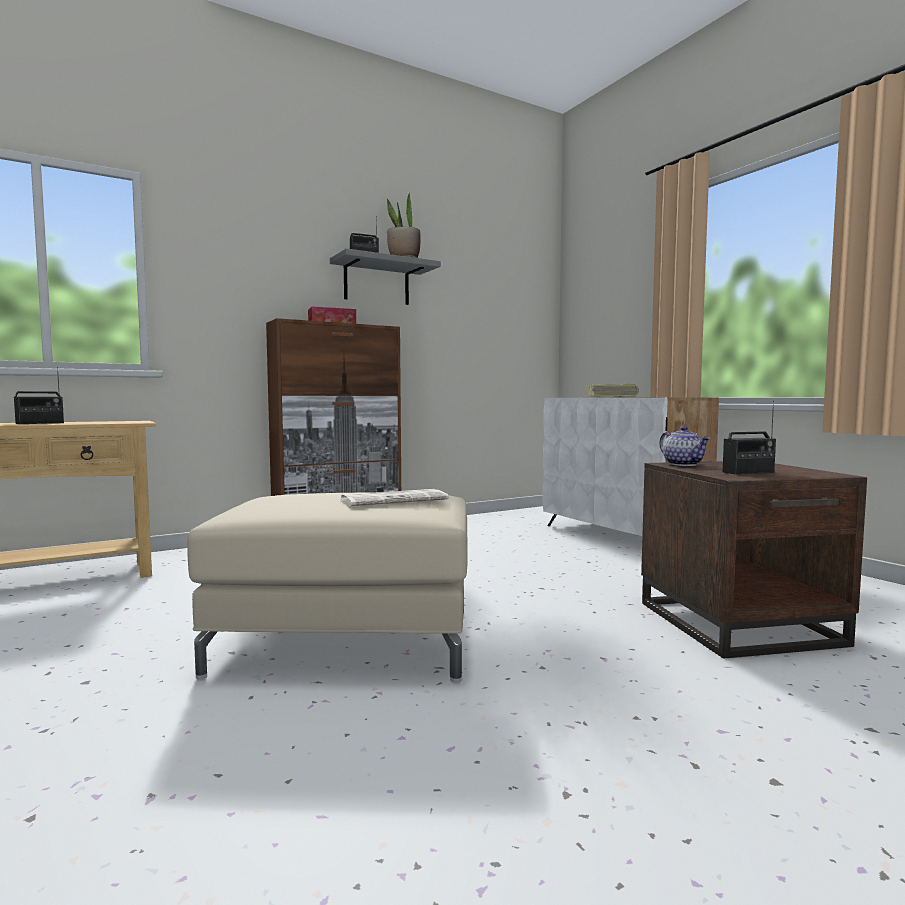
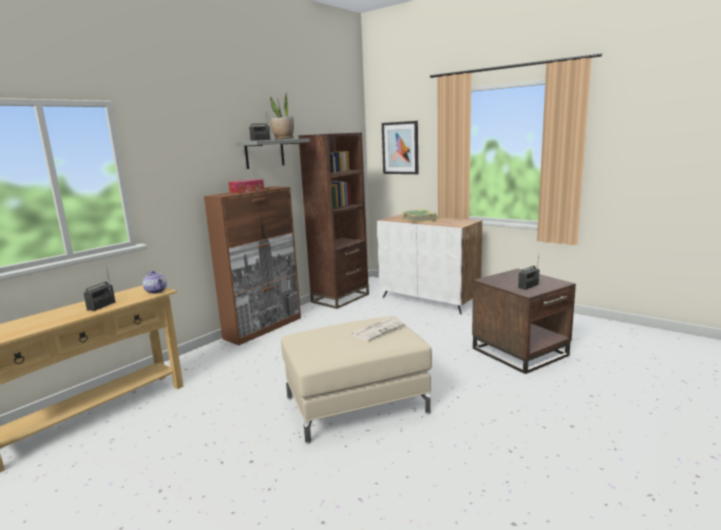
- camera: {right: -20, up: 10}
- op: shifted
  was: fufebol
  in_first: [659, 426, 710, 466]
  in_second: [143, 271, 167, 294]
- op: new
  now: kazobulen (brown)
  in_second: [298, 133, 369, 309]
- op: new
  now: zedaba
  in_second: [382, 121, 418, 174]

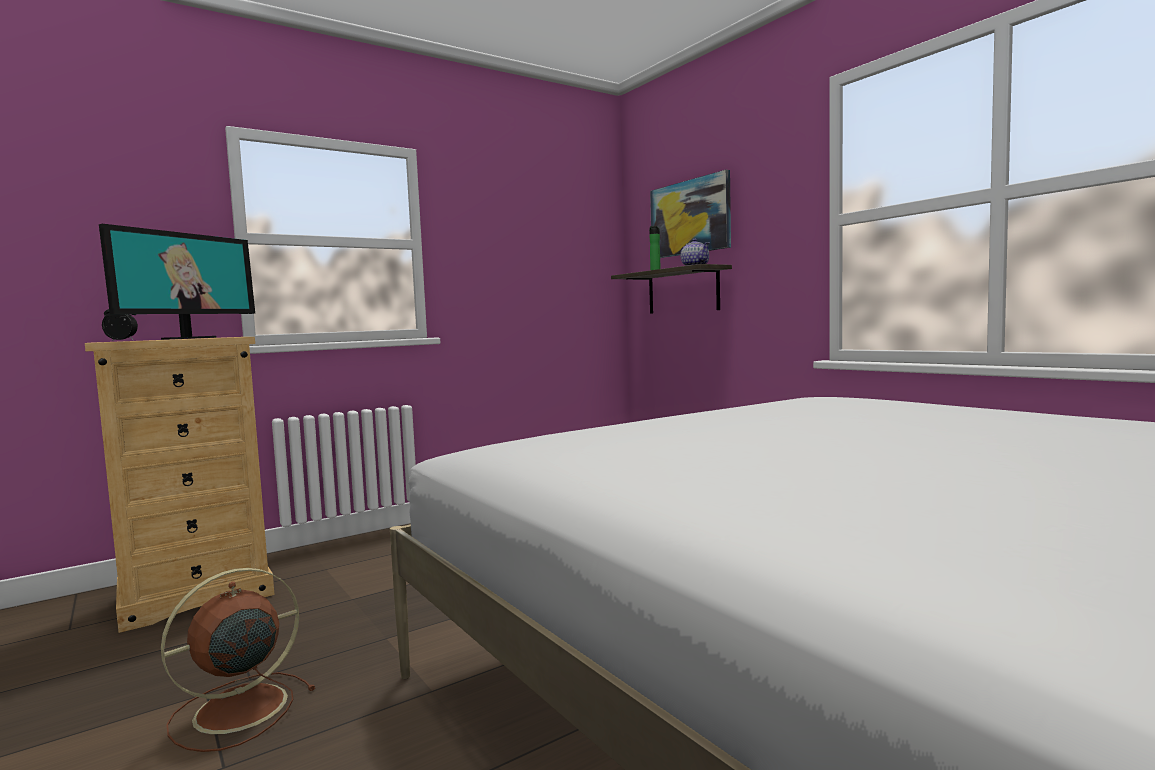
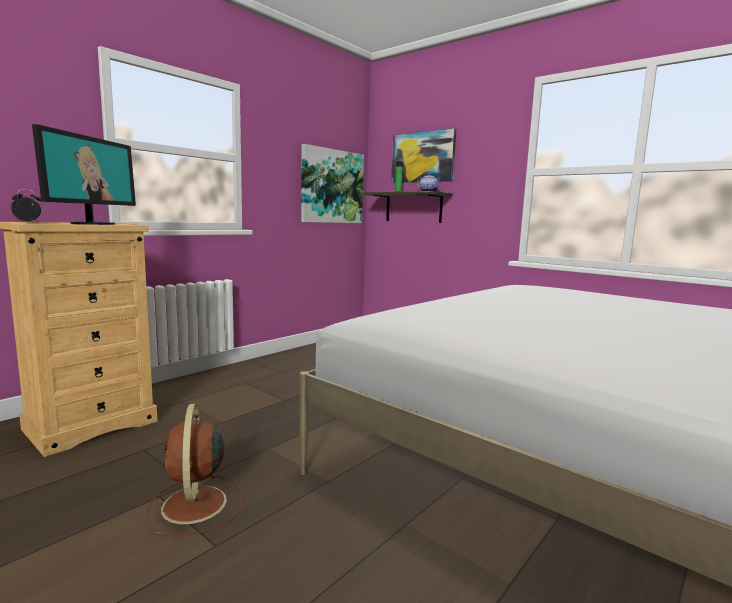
- camera: {right: -15, up: 5}
- op: rotated
  was: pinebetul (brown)
  in_first: [161, 568, 316, 752]
  in_second: [146, 404, 241, 536]
  clockwise: -45
- op: new
  now: zedaba
  in_second: [301, 144, 364, 223]

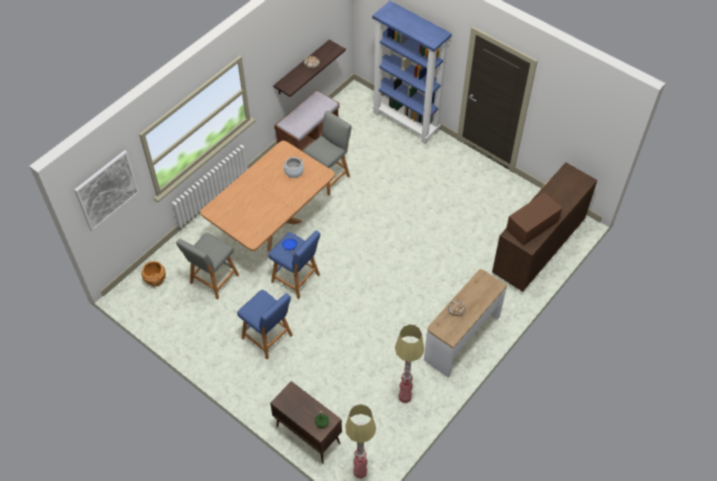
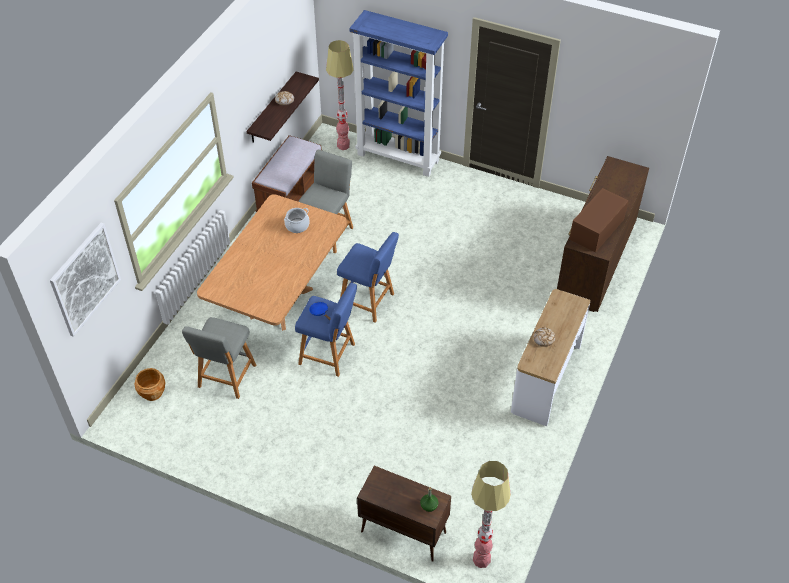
- camera: {right: -15, up: -5}
- op: shifted
  was: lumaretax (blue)
  in_first: [237, 290, 293, 359]
  in_second: [337, 232, 399, 323]
- op: shifted
  was: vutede
  in_first: [395, 325, 424, 403]
  in_second: [326, 40, 353, 150]

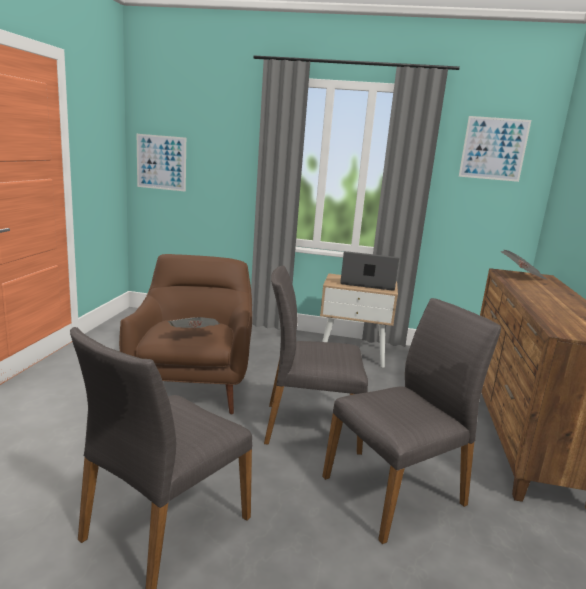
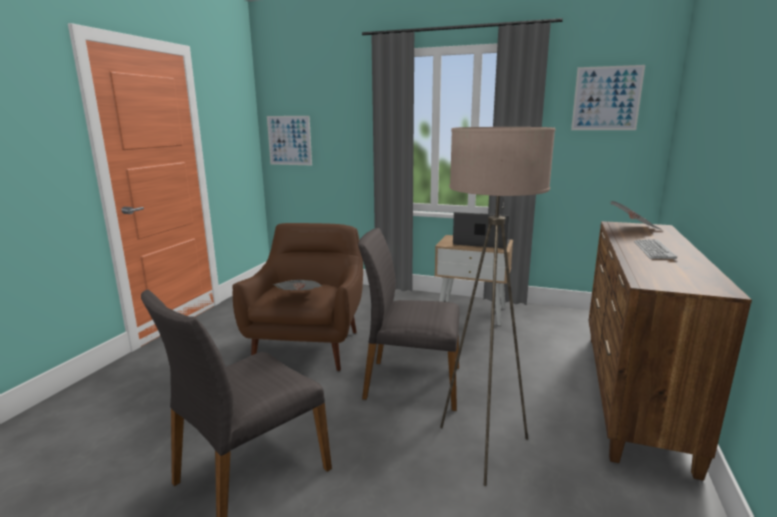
- camera: {right: 10, up: 0}
- op: swapped
  was: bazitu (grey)
  now: vutede (beige)
  in_first: [322, 298, 501, 544]
  in_second: [440, 127, 556, 486]
- op: new
  now: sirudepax
  in_second: [634, 239, 677, 259]

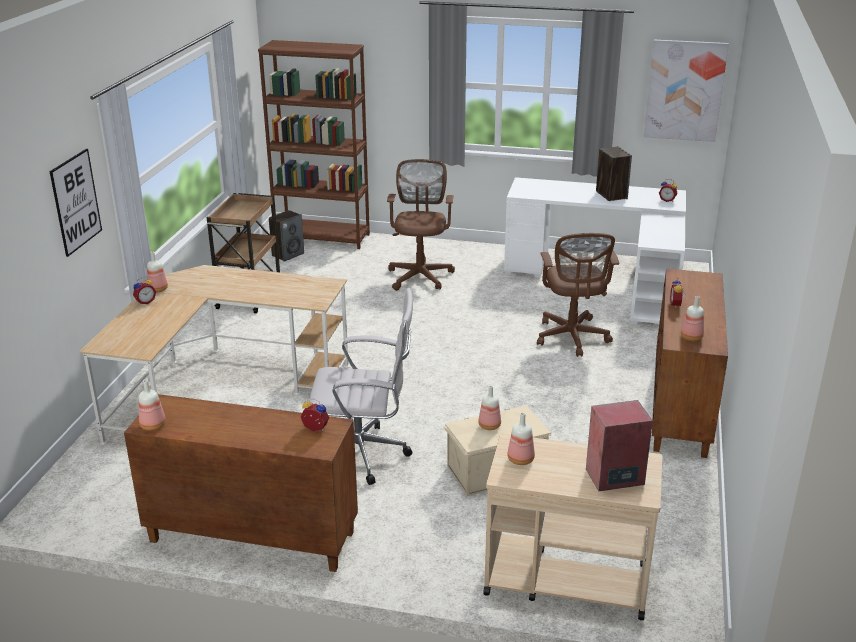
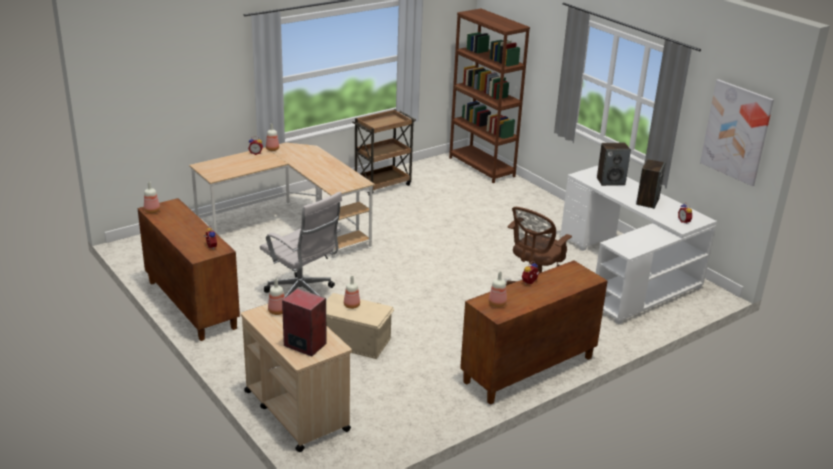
- camera: {right: 40, up: 0}
- op: gone
  was: zedaba
  in_first: [49, 149, 102, 257]
- op: shifted
  was: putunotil
  in_first: [269, 210, 304, 262]
  in_second: [597, 143, 631, 186]
- op: gone
  was: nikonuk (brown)
  in_first: [387, 159, 455, 291]

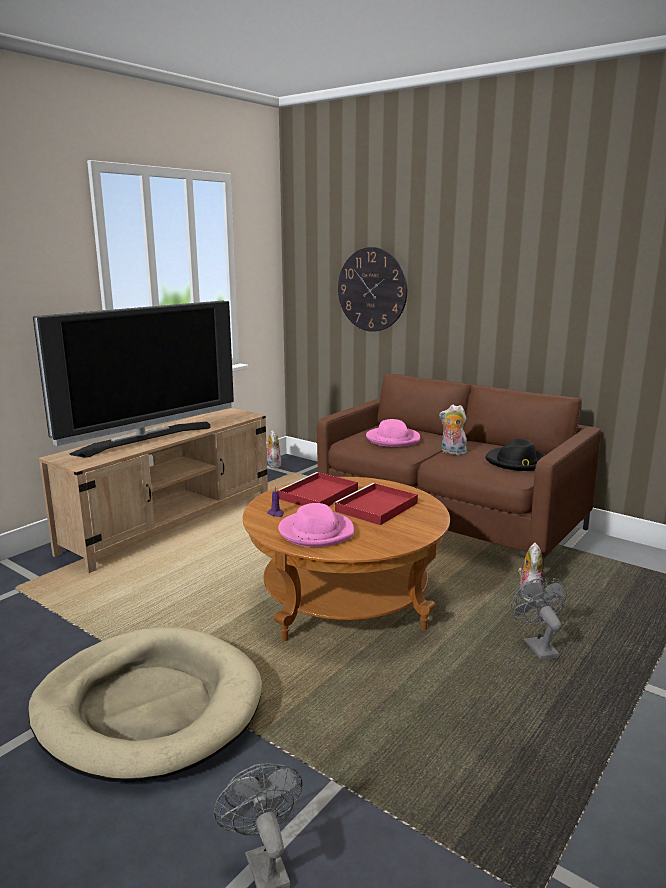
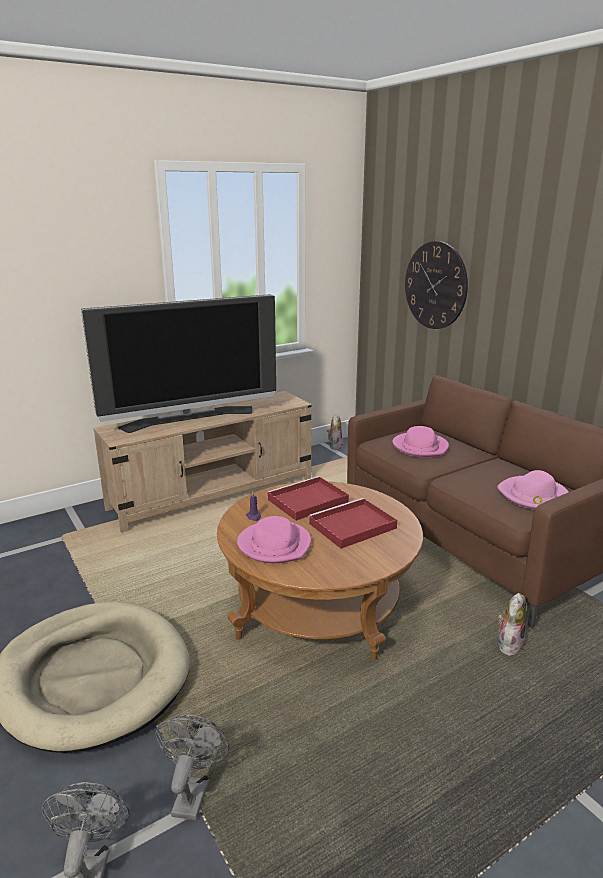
- camera: {right: 20, up: 5}
- op: gone
  was: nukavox
  in_first: [439, 405, 467, 455]
- op: repainted
  was: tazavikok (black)
  now: tazavikok (pink)
  in_first: [485, 439, 546, 471]
  in_second: [497, 470, 569, 510]
- op: shifted
  was: pinebetul (grey)
  in_first: [511, 577, 567, 660]
  in_second: [156, 714, 229, 820]

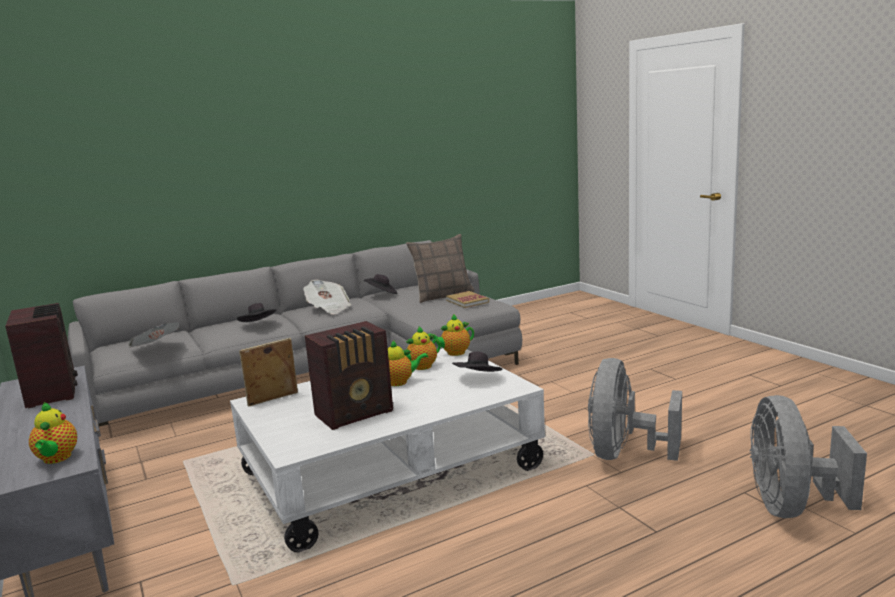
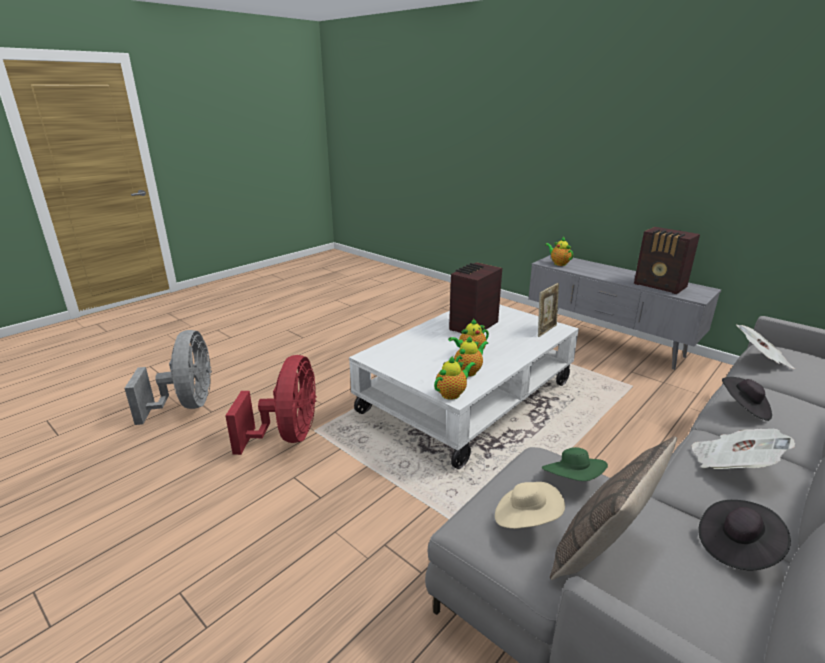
- camera: {right: 160, up: 10}
- op: swapped
  was: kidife
  now: tazavikok (beige)
  in_first: [446, 291, 489, 308]
  in_second: [495, 482, 565, 529]
- op: gone
  was: tazavikok (black)
  in_first: [452, 351, 502, 372]
- op: repainted
  was: pinebetul (grey)
  now: pinebetul (red)
  in_first: [588, 358, 682, 461]
  in_second: [225, 355, 316, 455]
- op: new
  now: tazavikok (green)
  in_second: [542, 447, 608, 481]

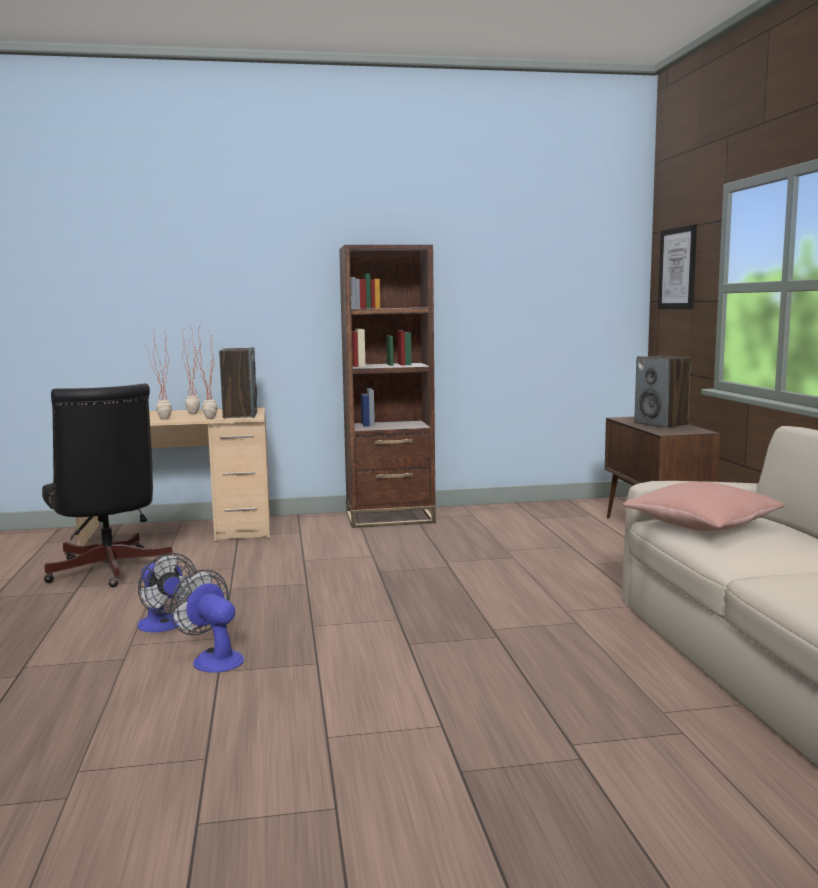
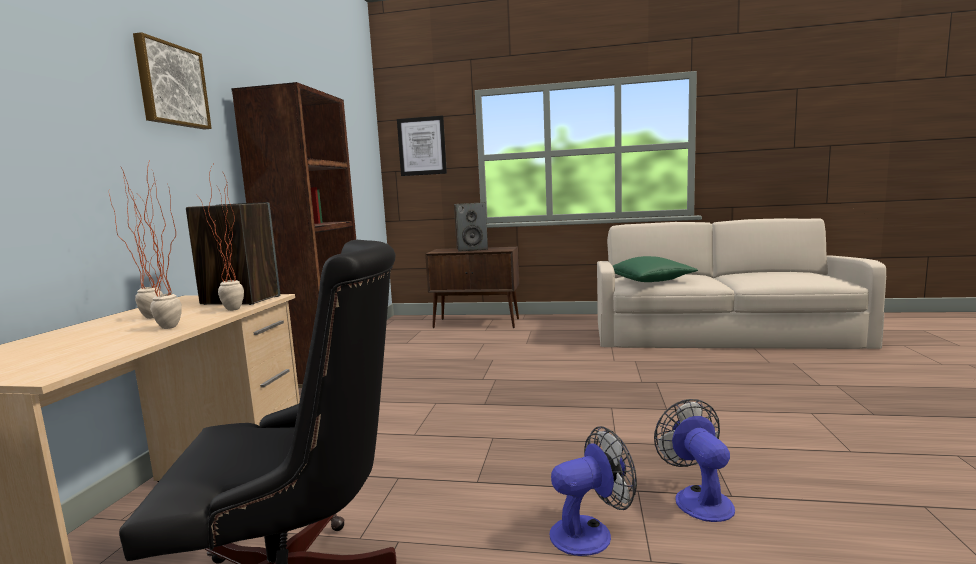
- camera: {right: -70, up: 0}
- op: rotated
  was: pinebetul
  in_first: [170, 569, 244, 673]
  in_second: [654, 399, 735, 522]
  clockwise: 105
- op: repainted
  was: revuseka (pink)
  now: revuseka (green)
  in_first: [623, 482, 786, 531]
  in_second: [613, 256, 698, 282]
- op: new
  now: zedaba
  in_second: [133, 32, 212, 129]

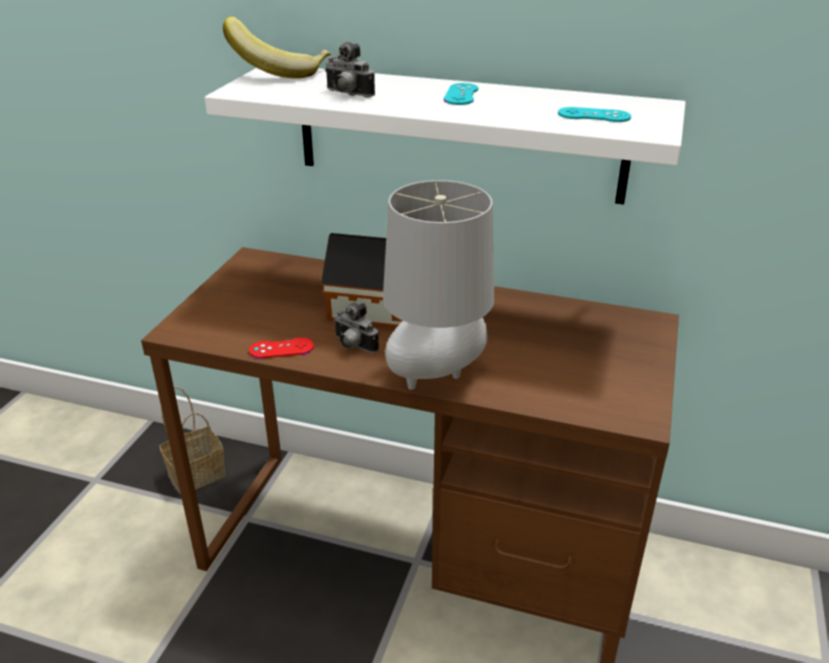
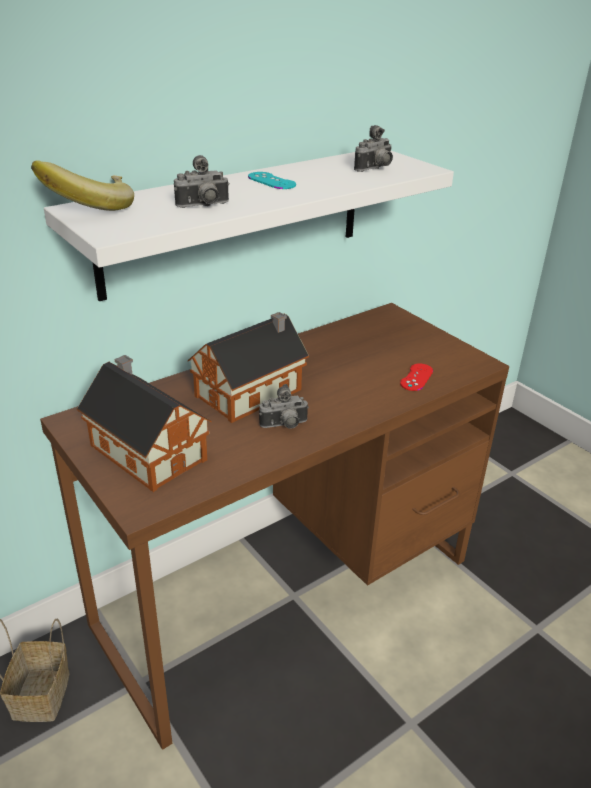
- camera: {right: -55, up: 0}
- op: shifted
  was: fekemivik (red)
  in_first: [249, 338, 314, 358]
  in_second: [400, 363, 433, 391]
- op: gone
  was: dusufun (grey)
  in_first: [383, 180, 494, 390]
- op: swapped
  was: fekemivik (turquoise)
  now: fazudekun
  in_first: [558, 107, 631, 122]
  in_second: [354, 125, 393, 172]
- op: new
  now: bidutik
  in_second: [77, 355, 211, 492]

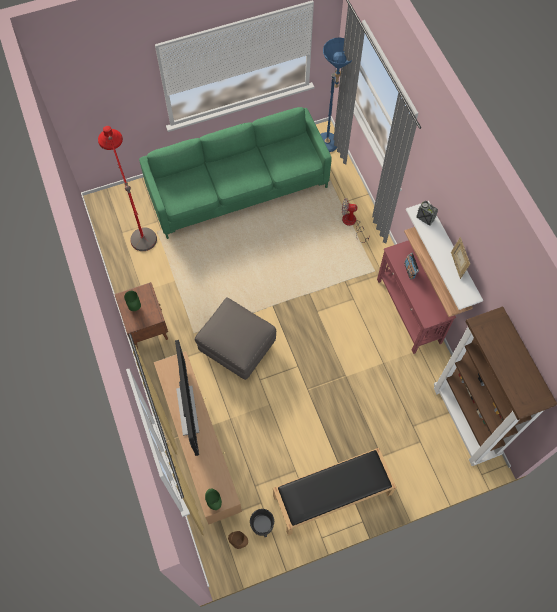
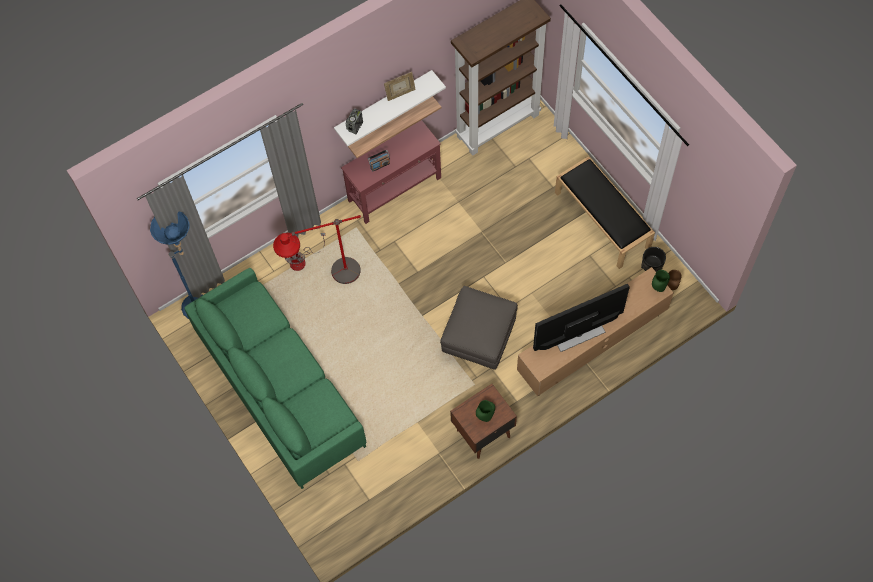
- camera: {right: -100, up: 0}
- op: shifted
  was: vutede (red)
  in_first: [98, 126, 157, 251]
  in_second: [273, 215, 361, 284]

